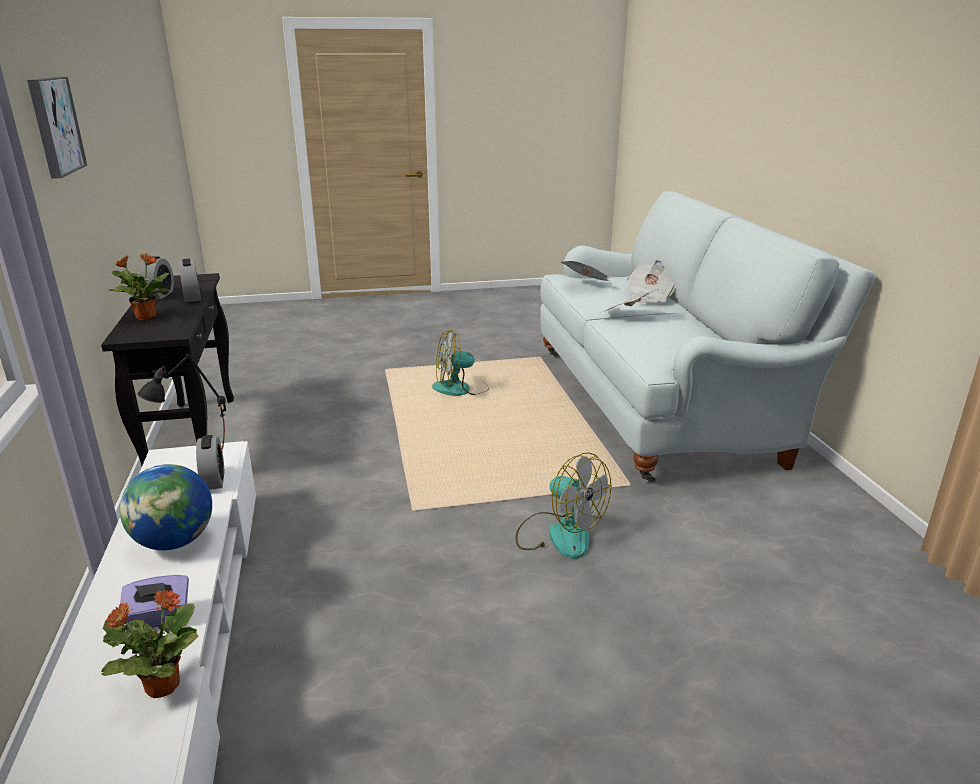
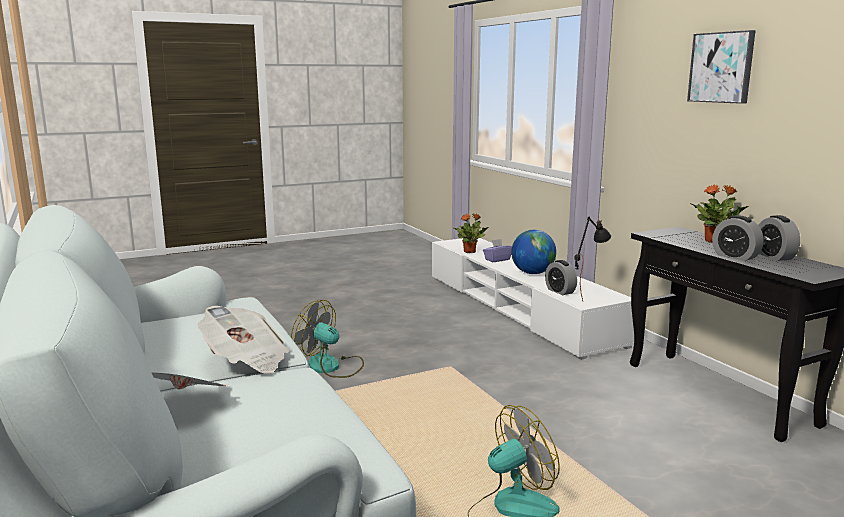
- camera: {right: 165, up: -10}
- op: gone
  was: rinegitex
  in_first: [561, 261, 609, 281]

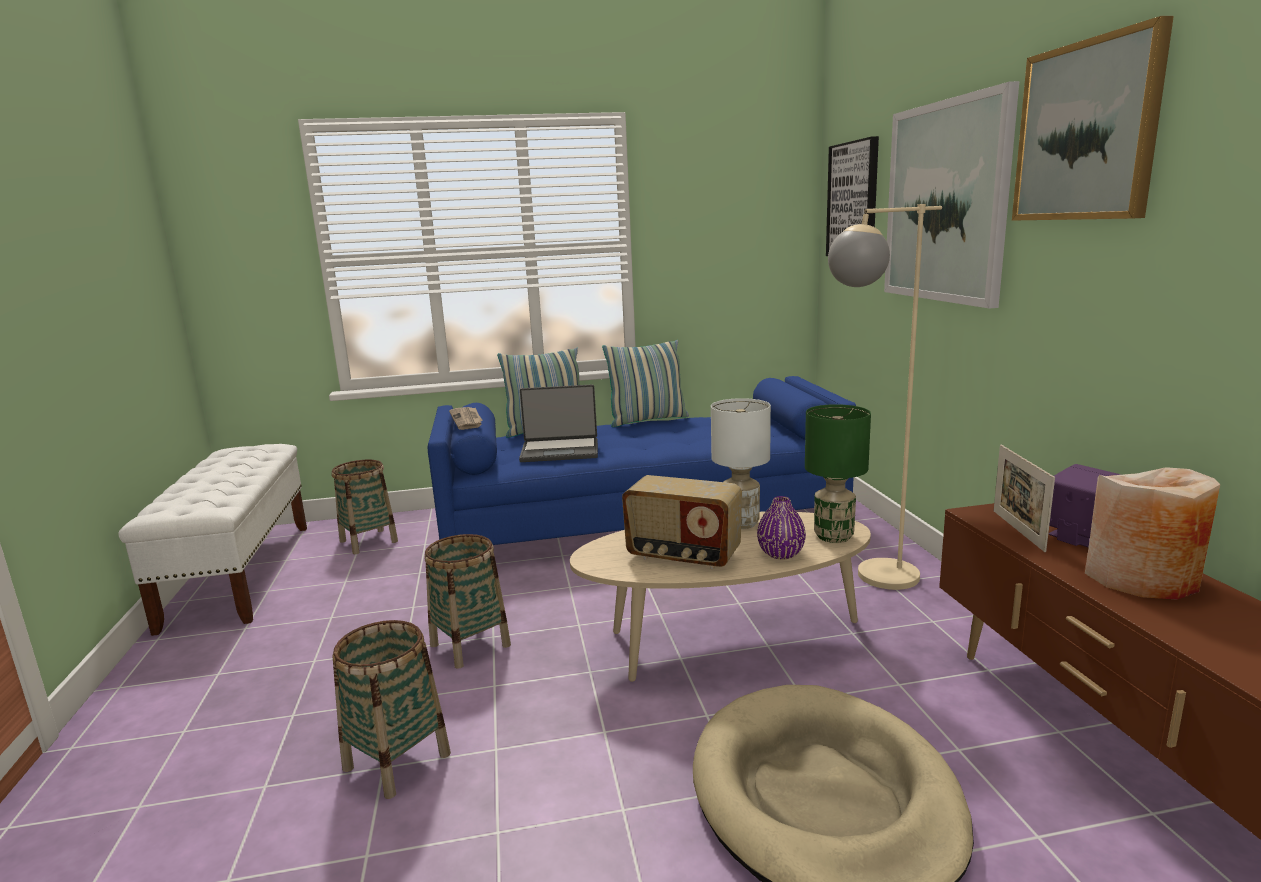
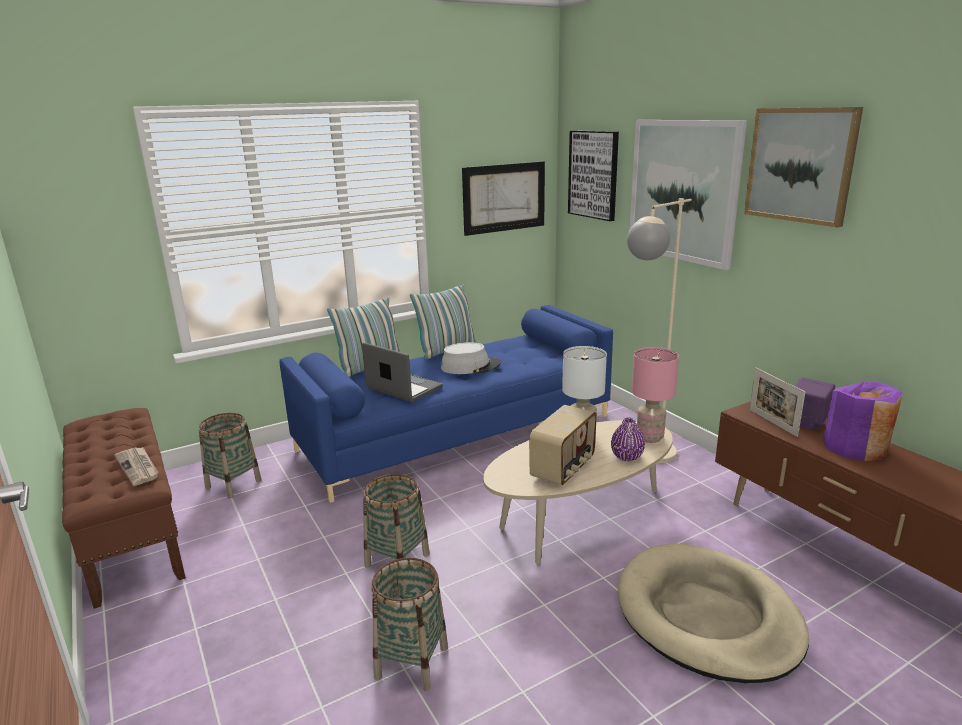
- camera: {right: -20, up: 5}
- op: repainted
  was: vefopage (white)
  now: vefopage (brown)
  in_first: [118, 444, 307, 636]
  in_second: [62, 408, 186, 609]
- op: shifted
  was: rinegitex
  in_first: [449, 407, 482, 430]
  in_second: [114, 447, 159, 486]
- op: rotated
  was: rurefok
  in_first: [519, 384, 598, 462]
  in_second: [362, 343, 443, 402]
  clockwise: -120
- op: rotated
  was: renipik
  in_first: [622, 475, 742, 569]
  in_second: [529, 405, 597, 485]
  clockwise: -60
- op: repainted
  was: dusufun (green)
  now: dusufun (pink)
  in_first: [805, 404, 871, 543]
  in_second: [632, 347, 679, 443]
- op: repainted
  was: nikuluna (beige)
  now: nikuluna (purple)
  in_first: [1085, 467, 1220, 600]
  in_second: [823, 381, 903, 461]
- op: new
  now: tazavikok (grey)
  in_second: [441, 342, 501, 374]
- op: new
  now: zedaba
  in_second: [462, 161, 545, 236]

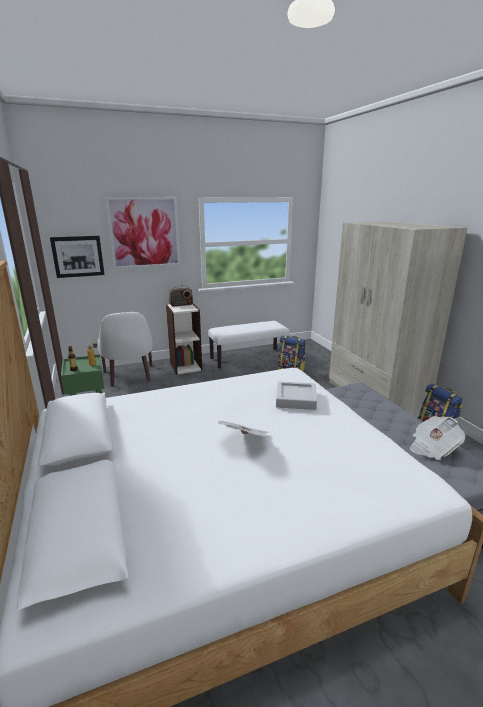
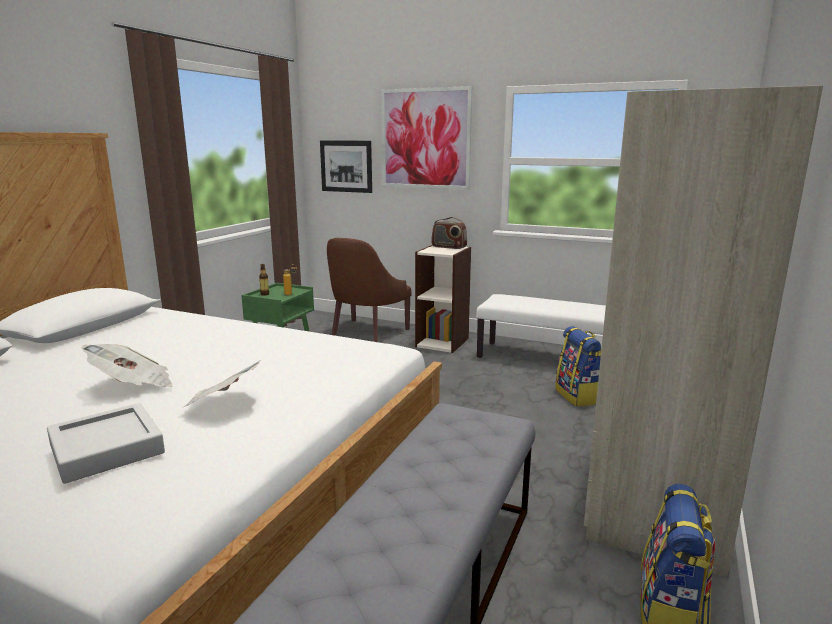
- camera: {right: 45, up: -5}
- op: repainted
  was: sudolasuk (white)
  now: sudolasuk (brown)
  in_first: [98, 312, 153, 387]
  in_second: [327, 238, 412, 342]
- op: shifted
  was: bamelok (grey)
  in_first: [276, 382, 317, 410]
  in_second: [47, 403, 165, 484]
- op: shifted
  was: rinegitex
  in_first: [410, 416, 465, 460]
  in_second: [184, 361, 260, 407]

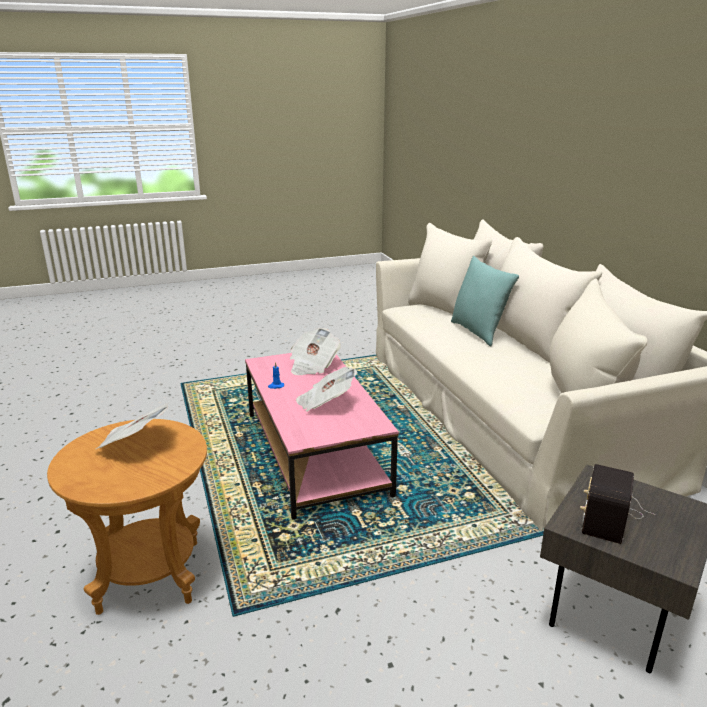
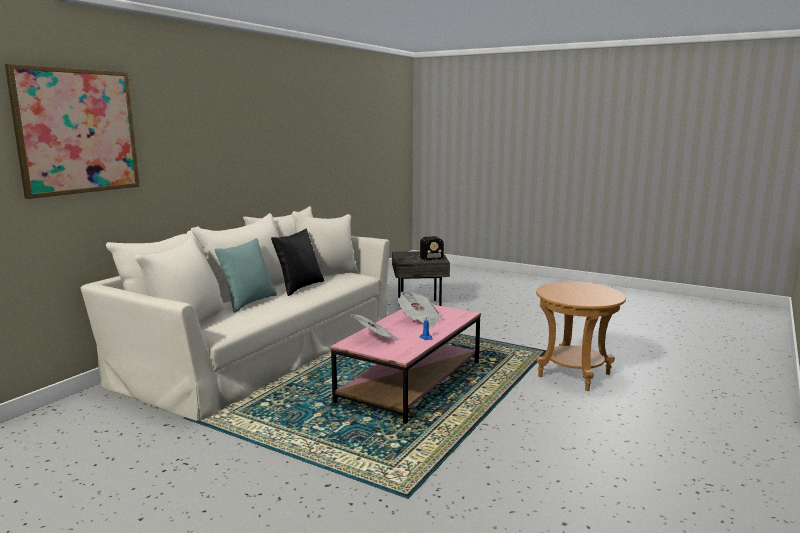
- camera: {right: -130, up: -10}
- op: gone
  was: rinegitex
  in_first: [96, 402, 170, 449]
- op: new
  now: zedaba
  in_second: [5, 64, 140, 199]
- op: new
  now: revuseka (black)
  in_second: [271, 229, 324, 296]

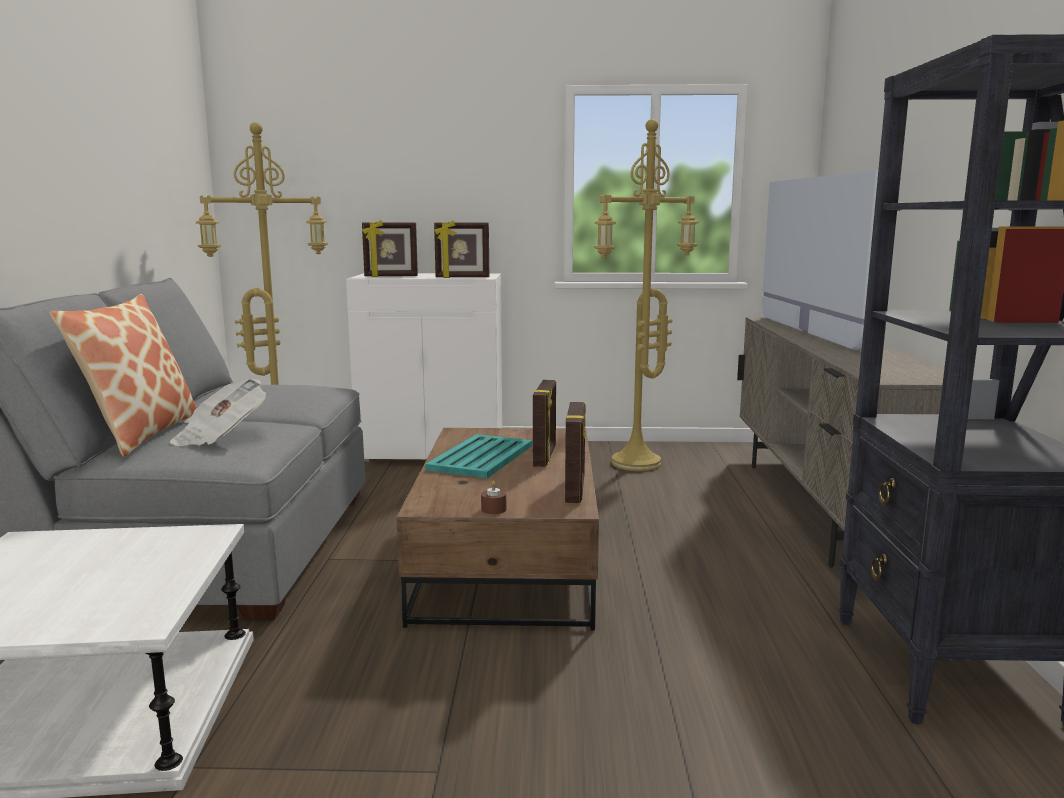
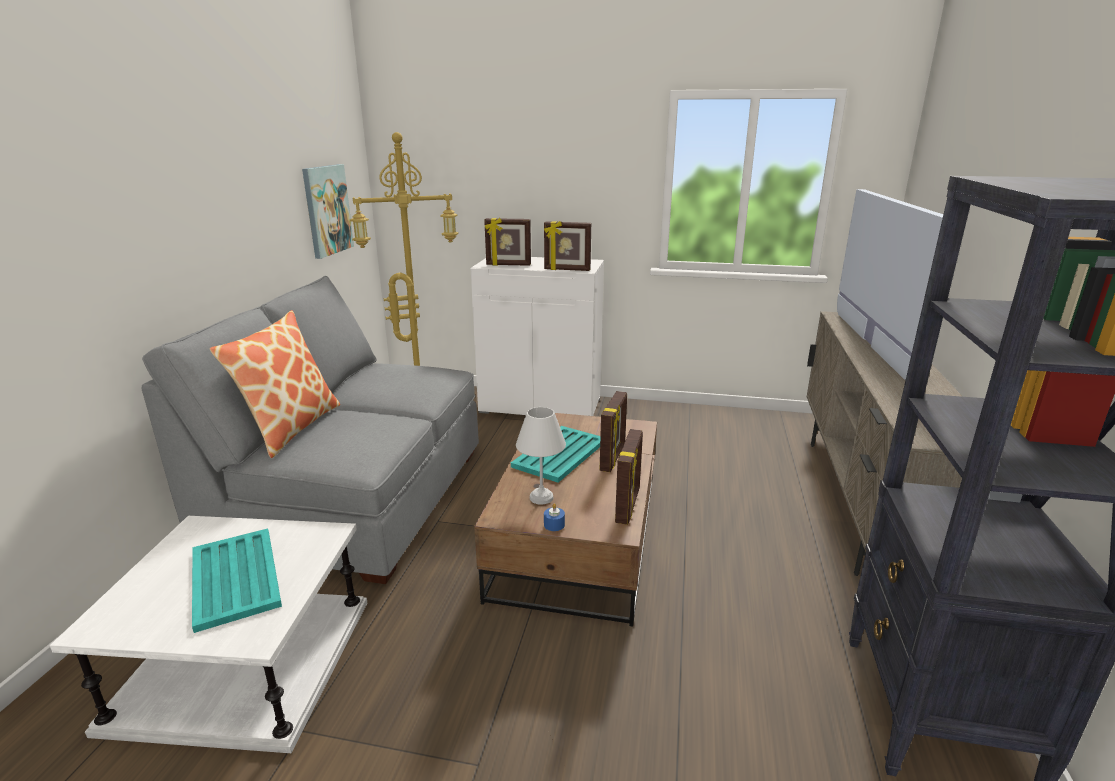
- camera: {right: 10, up: 10}
- op: gone
  was: rinegitex
  in_first: [170, 378, 266, 446]
- op: repainted
  was: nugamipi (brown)
  now: nugamipi (blue)
  in_first: [481, 481, 506, 514]
  in_second: [544, 503, 565, 531]
- op: gone
  was: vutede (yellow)
  in_first: [594, 119, 699, 471]
- op: new
  now: bamelok (turquoise)
  in_second: [192, 528, 282, 633]
- op: new
  now: zedaba
  in_second: [302, 164, 354, 259]
- op: new
  now: dusufun (white)
  in_second: [516, 407, 566, 504]

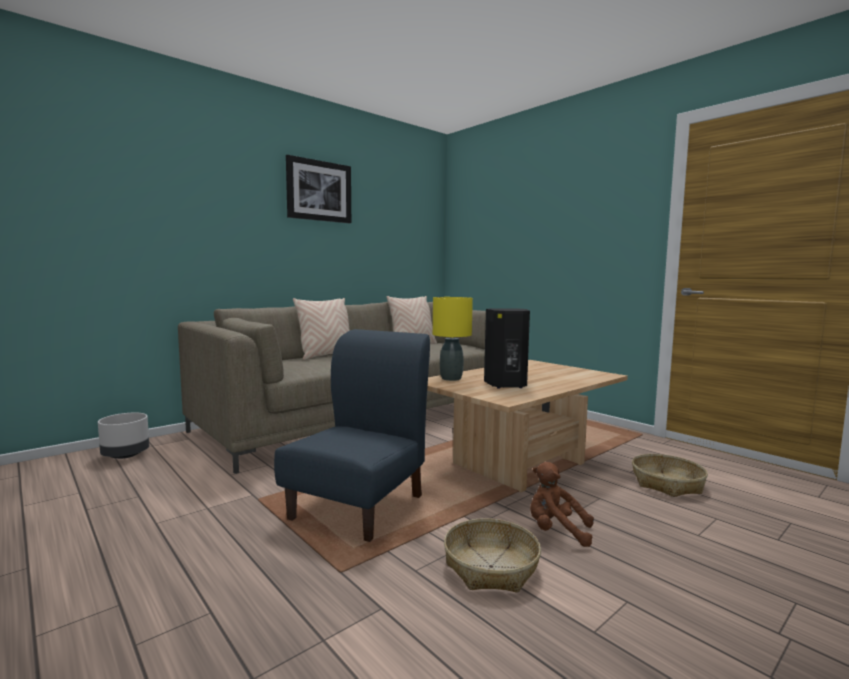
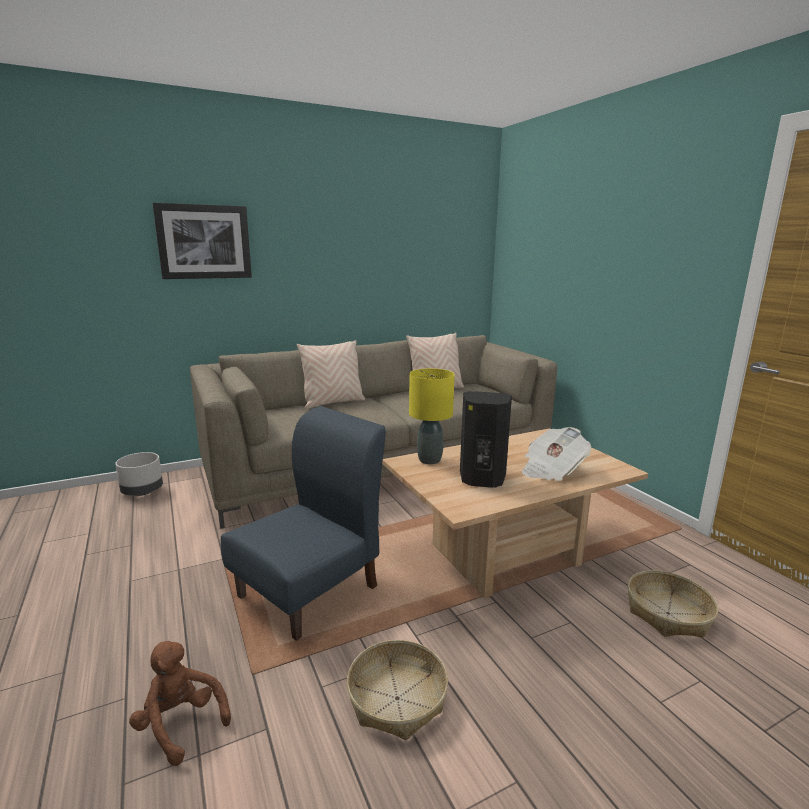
- camera: {right: 15, up: 10}
- op: shifted
  was: zedaba
  in_first: [286, 155, 351, 223]
  in_second: [152, 203, 252, 279]
- op: shifted
  was: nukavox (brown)
  in_first: [530, 462, 594, 547]
  in_second: [129, 641, 231, 766]
- op: new
  now: rinegitex
  in_second: [521, 427, 591, 481]

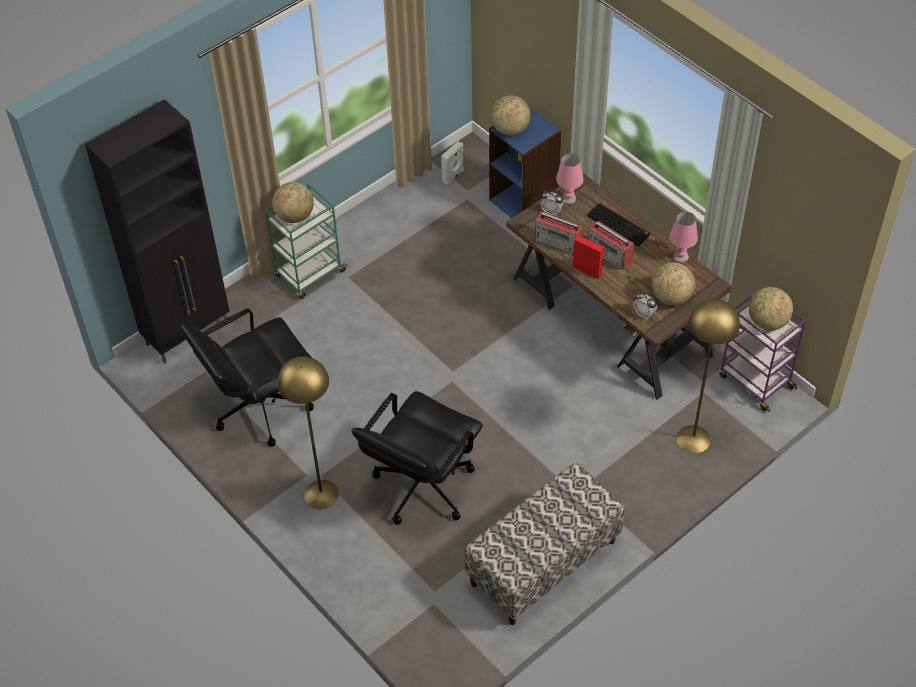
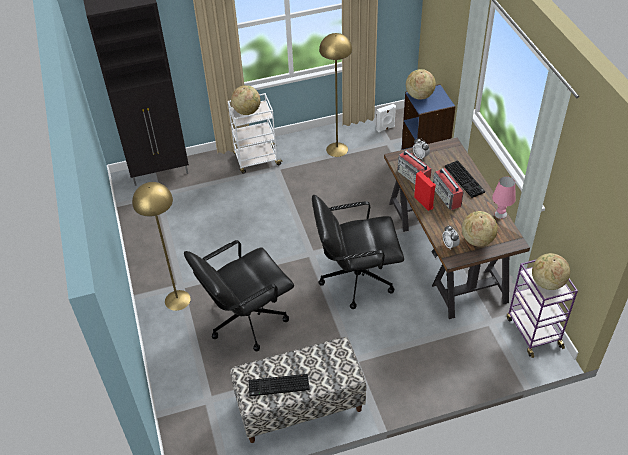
- camera: {right: 25, up: -5}
- op: shifted
  was: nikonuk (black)
  in_first: [181, 309, 314, 447]
  in_second: [312, 195, 404, 309]
- op: repainted
  was: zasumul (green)
  now: zasumul (white)
  in_first: [265, 183, 347, 299]
  in_second: [228, 93, 283, 173]
- op: gone
  was: dusufun (pink)
  in_first: [556, 154, 583, 204]
- op: shifted
  was: vutede (yellow)
  in_first: [676, 299, 740, 453]
  in_second: [319, 33, 352, 157]
- op: new
  now: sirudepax
  in_second: [248, 374, 310, 396]

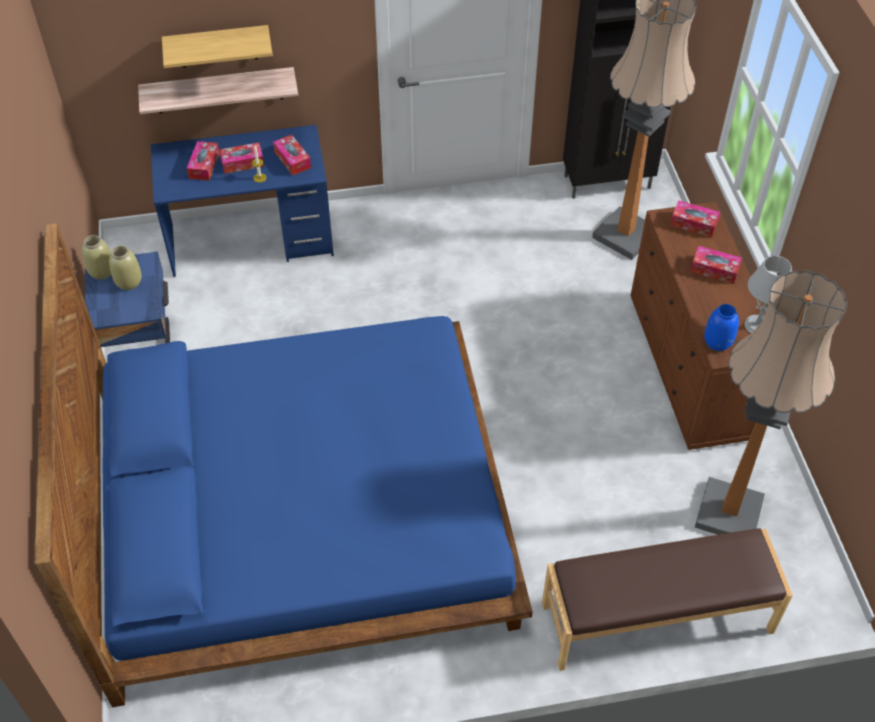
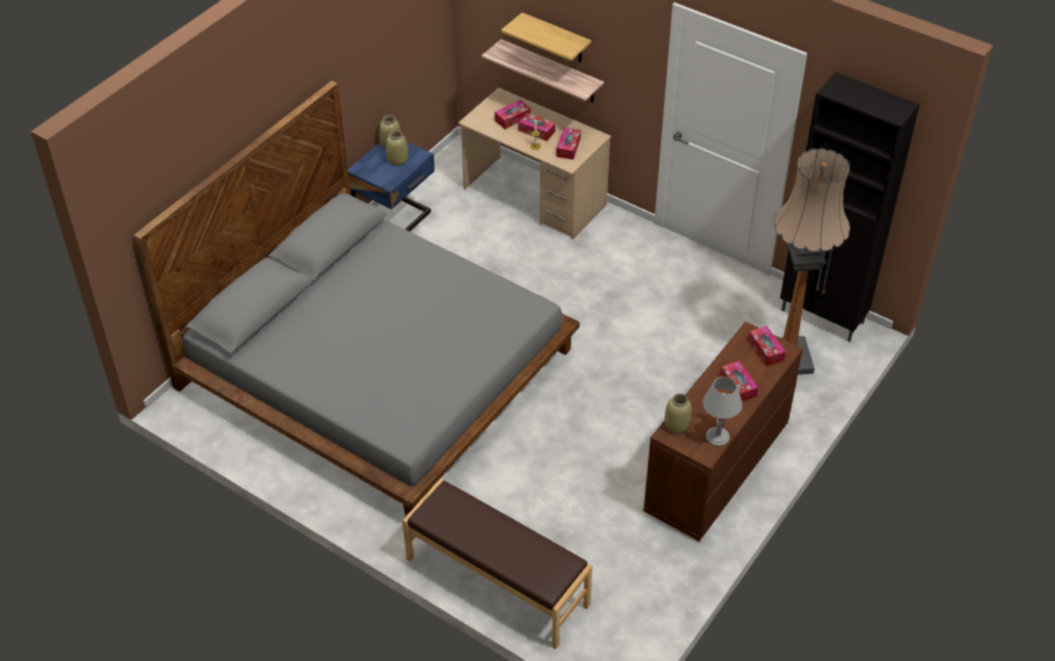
- camera: {right: 45, up: -5}
- op: repainted
  was: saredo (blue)
  now: saredo (grey)
  in_first: [34, 223, 533, 707]
  in_second: [133, 81, 579, 516]
- op: repainted
  was: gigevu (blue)
  now: gigevu (beige)
  in_first: [151, 125, 334, 277]
  in_second: [458, 88, 611, 240]
- op: gone
  was: vutede
  in_first: [695, 271, 847, 535]
- op: repainted
  was: nikuluna (blue)
  now: nikuluna (beige)
  in_first: [704, 304, 739, 351]
  in_second: [664, 393, 692, 434]

